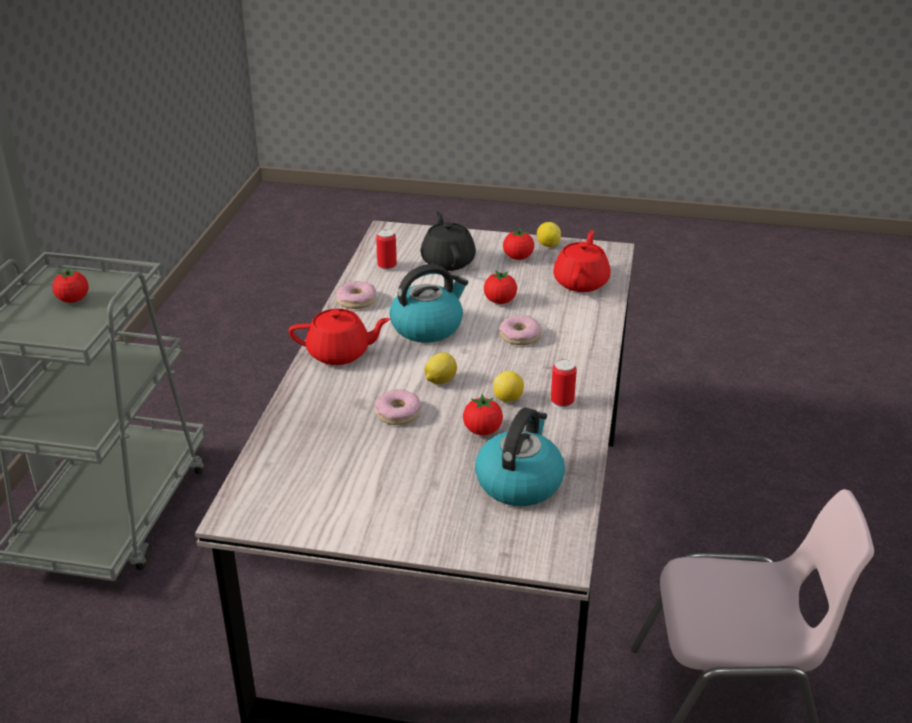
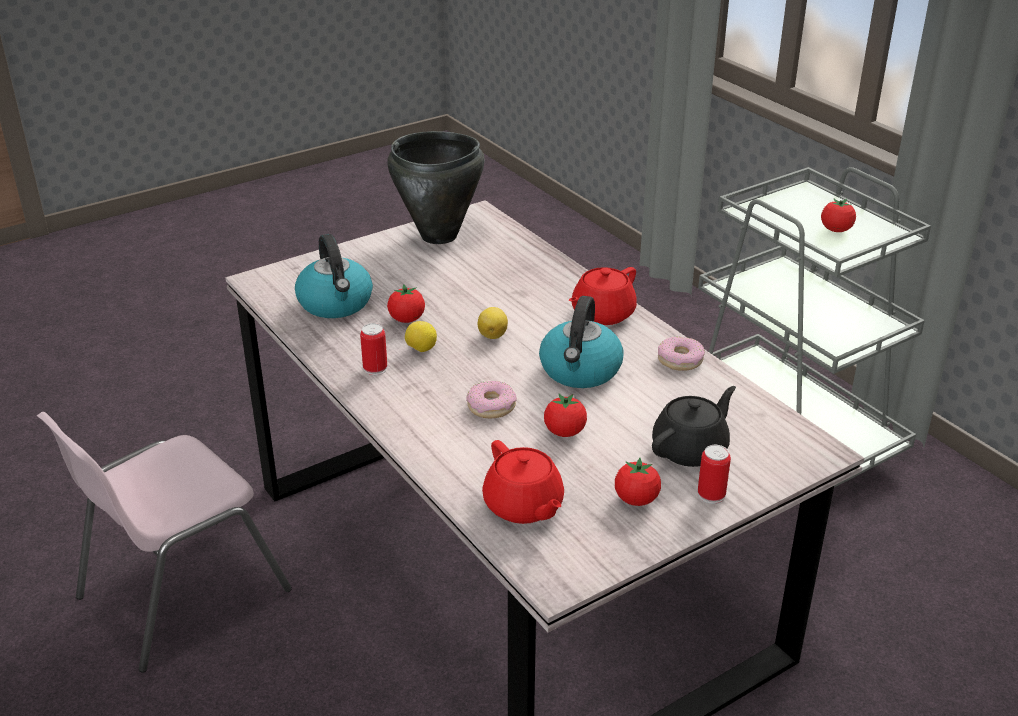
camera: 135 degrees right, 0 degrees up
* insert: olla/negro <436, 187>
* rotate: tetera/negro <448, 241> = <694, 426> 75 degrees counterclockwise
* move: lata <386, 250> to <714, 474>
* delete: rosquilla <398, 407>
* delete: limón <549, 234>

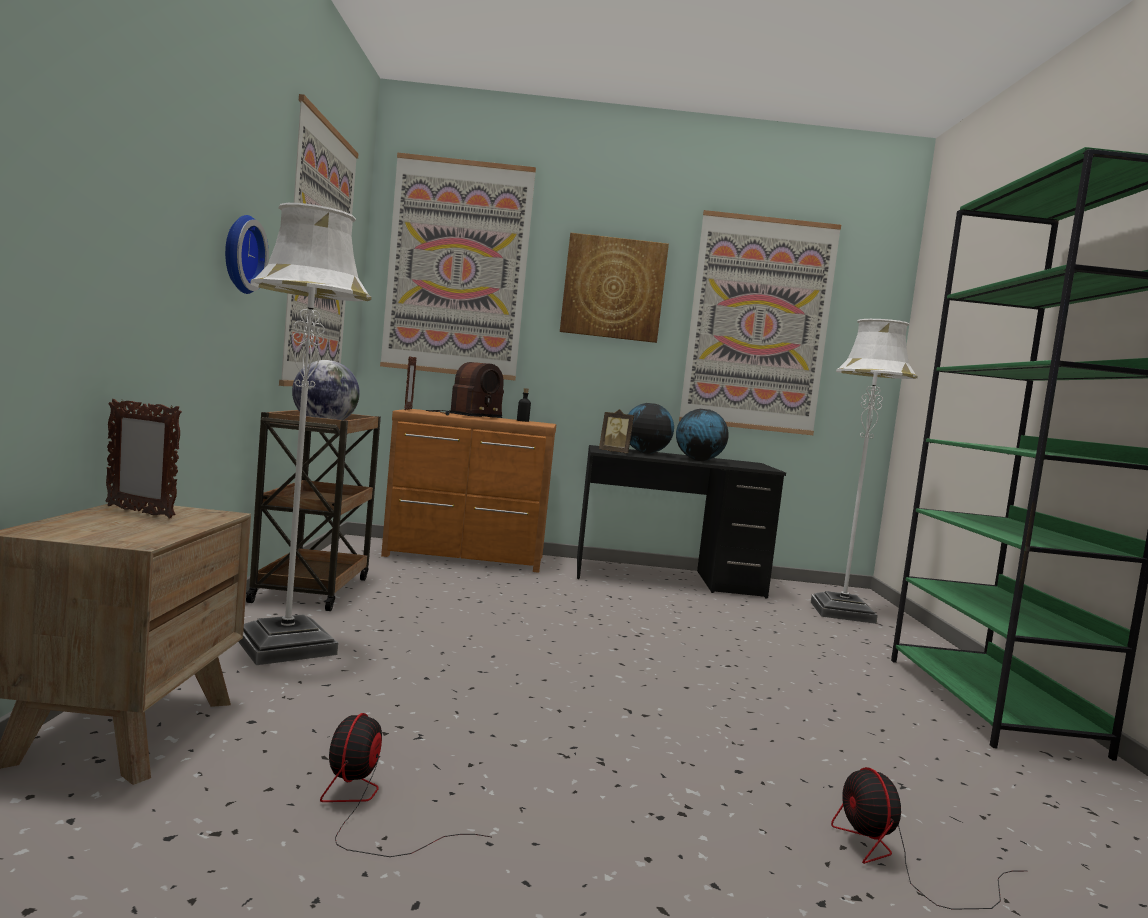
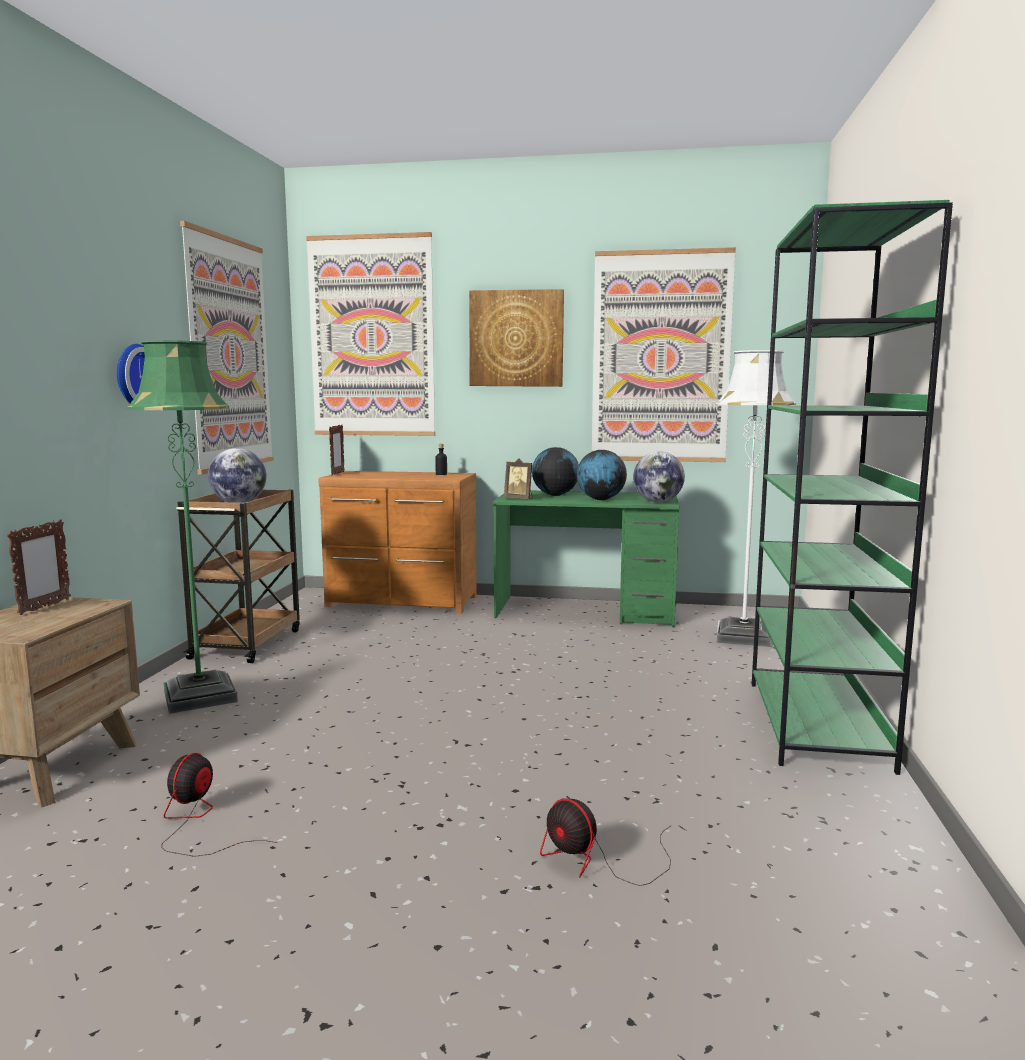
camera: 10 degrees right, 5 degrees up
* rotate: portarretratos <144, 459> = <39, 567> 105 degrees counterclockwise
* recolor: lámpara de pie/blanco <304, 434> to lámpara de pie/verde <182, 527>
* recolor: escritorio/negro <681, 522> to escritorio/verde <585, 559>
* rotate: ventilador <921, 838> = <605, 842> 45 degrees counterclockwise
* insert: globo terráqueo <659, 476>
* delete: radio <465, 390>

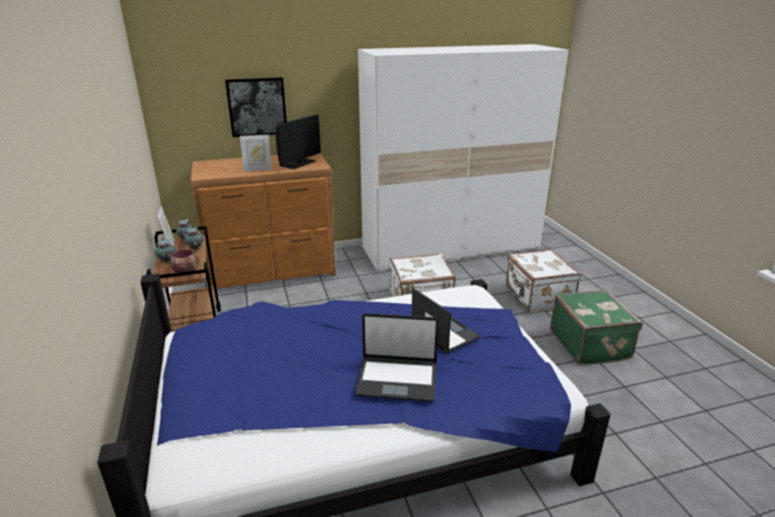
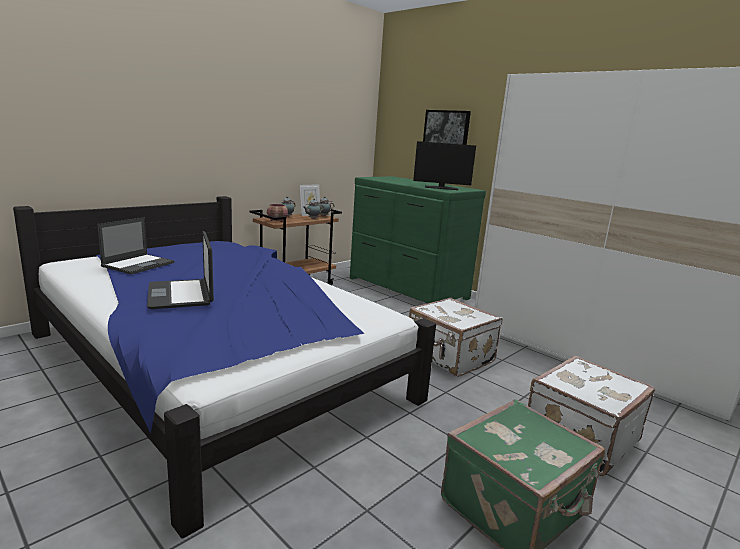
camera: 60 degrees right, 10 degrees down
* move: portátil <446, 321> to <136, 245>
* recolor: cómoda/marrón <263, 221> to cómoda/verde <418, 239>
* delete: portarretratos <256, 152>

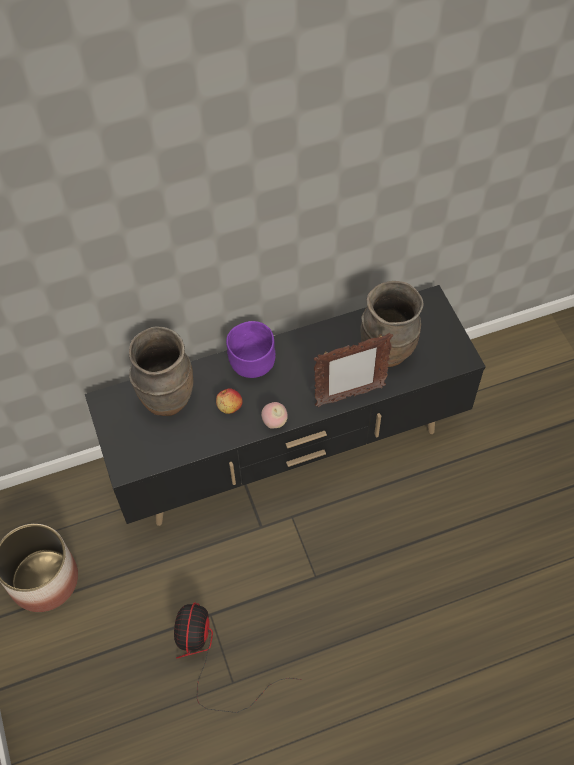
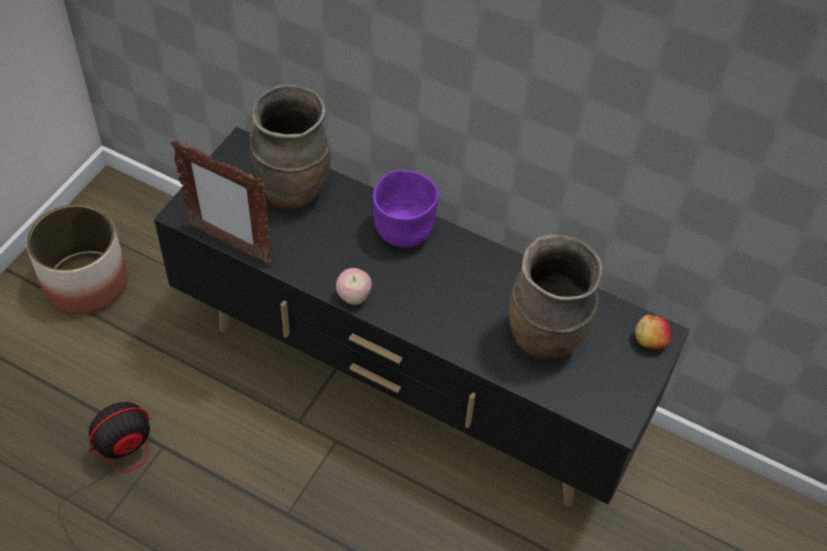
camera: 45 degrees right, 5 degrees down
* move: portarretratos <353, 370> to <222, 201>
* move: manzana <229, 401> to <653, 332>

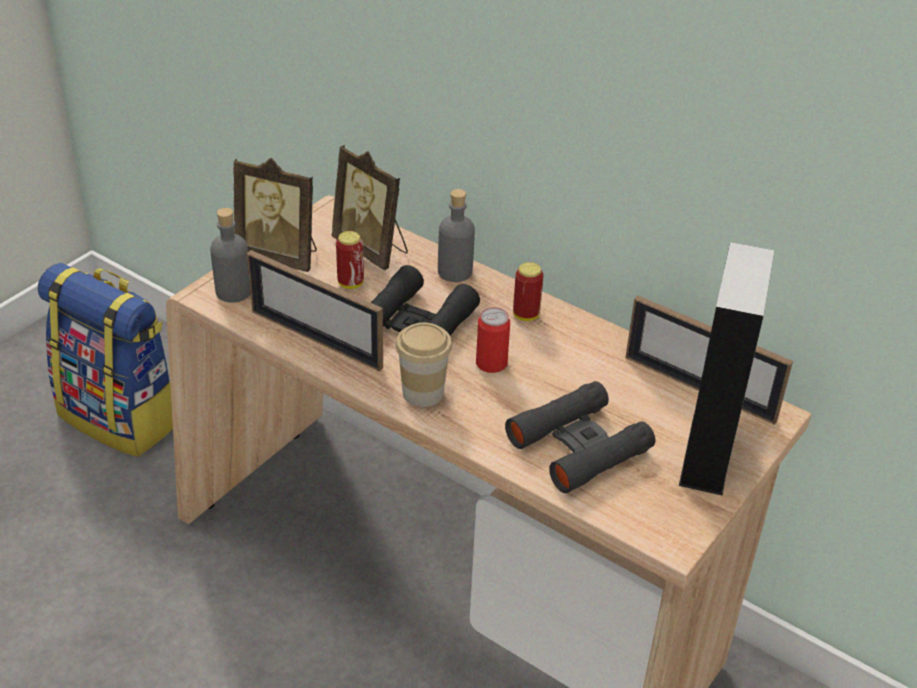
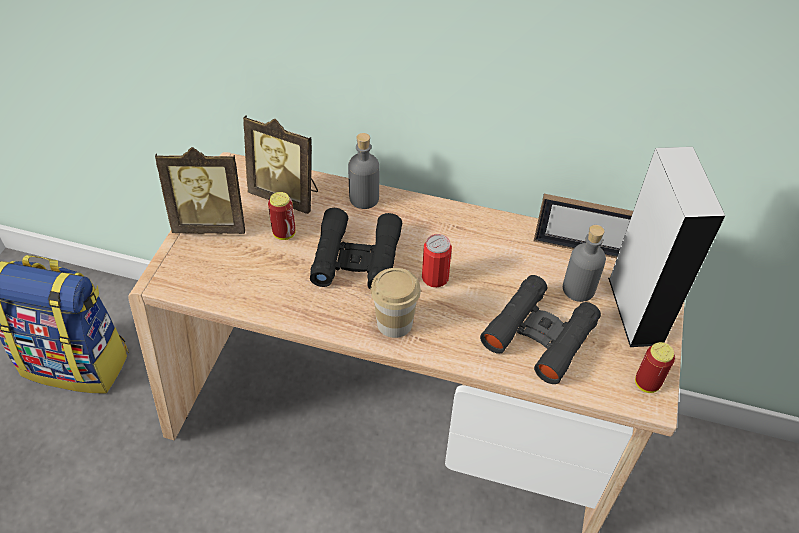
camera: 20 degrees left, 10 degrees up
* move: botella/gris <230, 255> to <584, 263>
* move: lata <528, 291> to <655, 367>
* delete: portarretratos <315, 311>

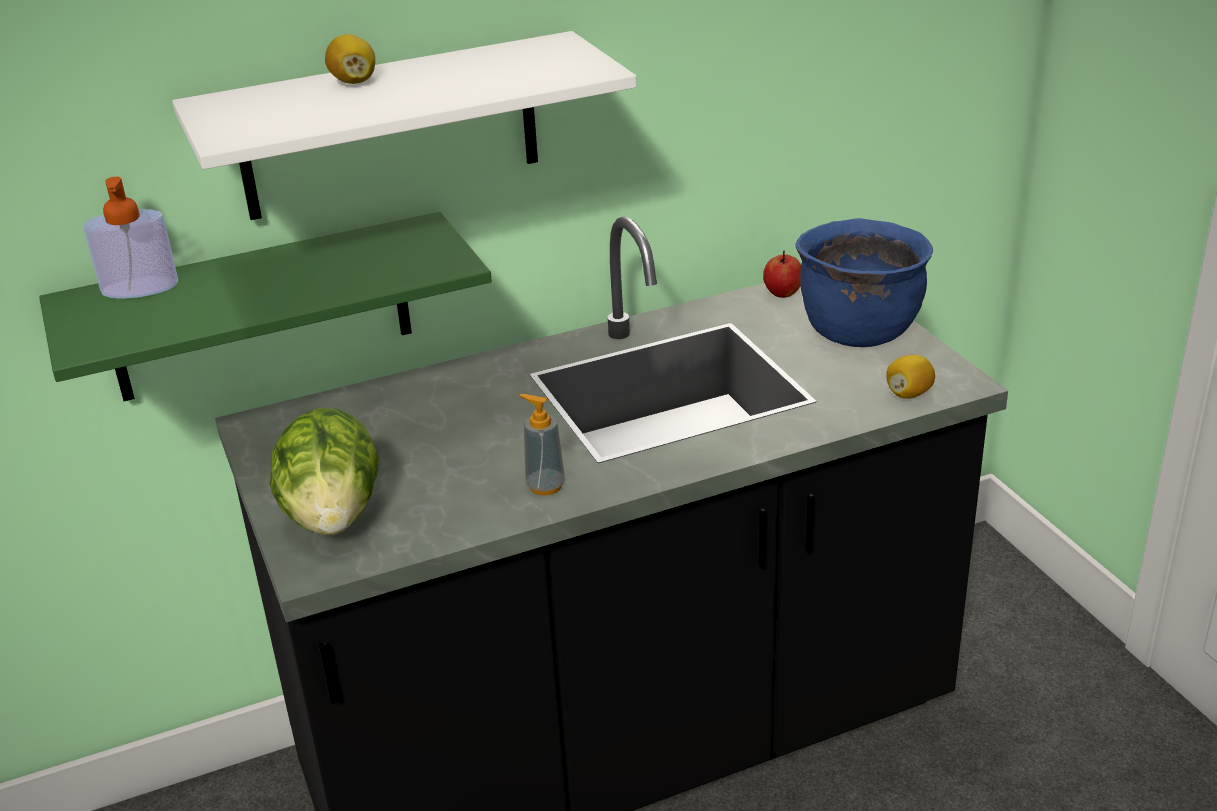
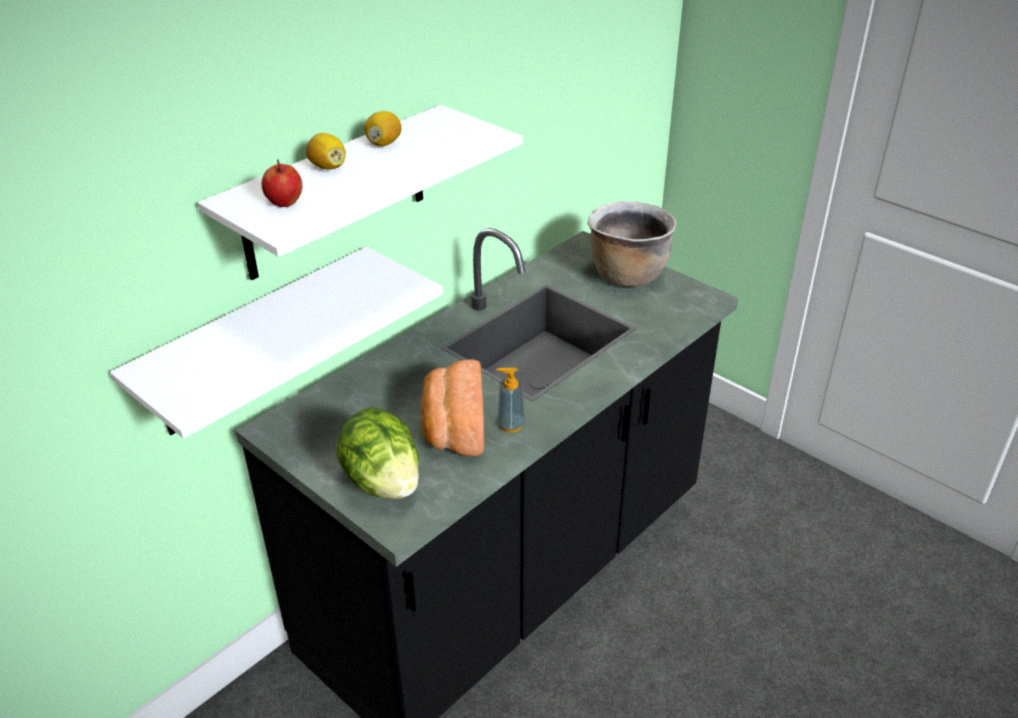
camera: 25 degrees left, 5 degrees up
* recolor: estante/verde <265, 306> to estante/blanco <276, 342>
* move: manzana <782, 274> to <282, 183>
* move: limón <910, 377> to <382, 128>
* insert: pan <452, 407>
* recolor: olla/azul <864, 282> to olla/marrón <631, 244>
* delete: dispensador de jabón <130, 238>

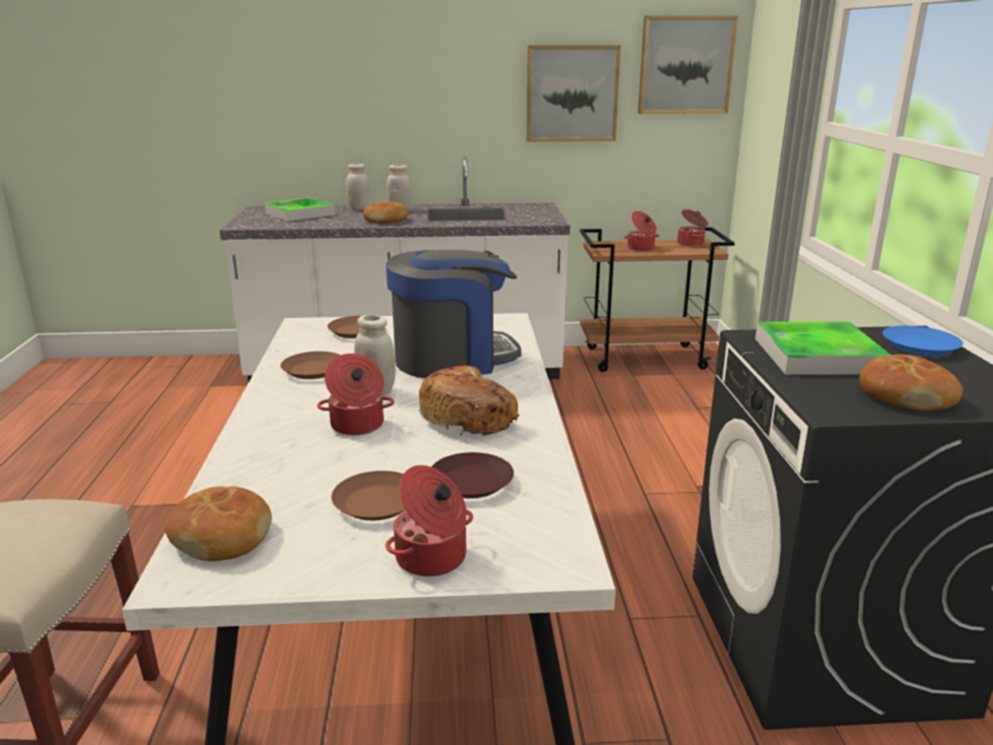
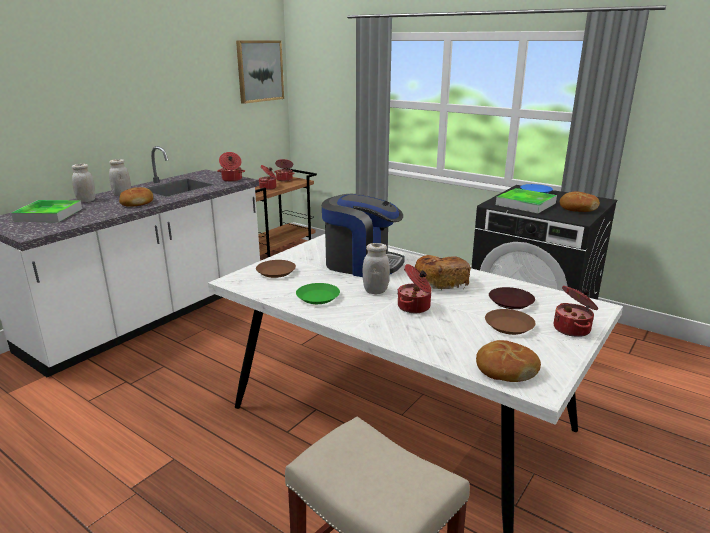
camera: 50 degrees left, 0 degrees up
* insert: olla <231, 167>
* recolor: plato/marrón <310, 365> to plato/verde <318, 293>
* rotate: cafetera <453, 314> = <363, 235> 90 degrees clockwise
* delete: cuadro <574, 93>

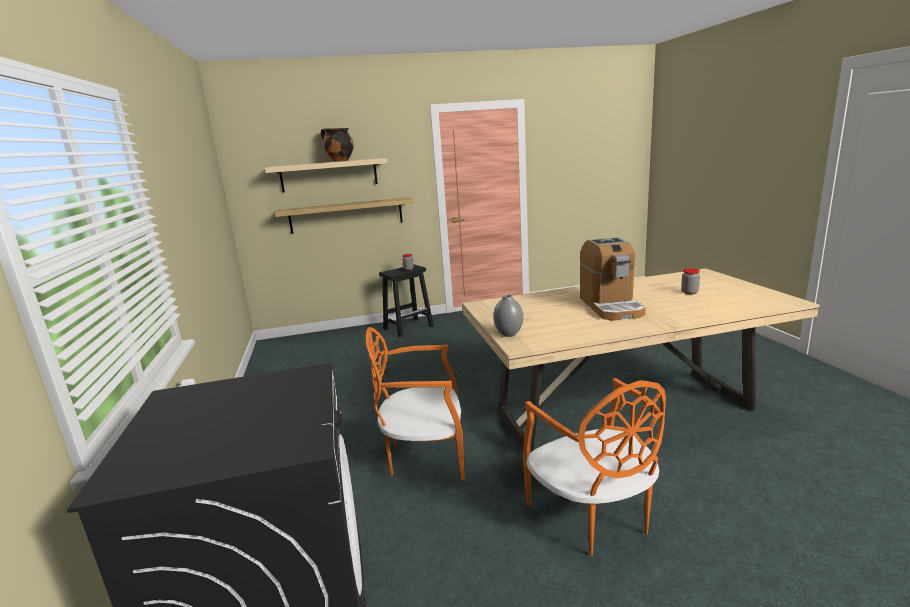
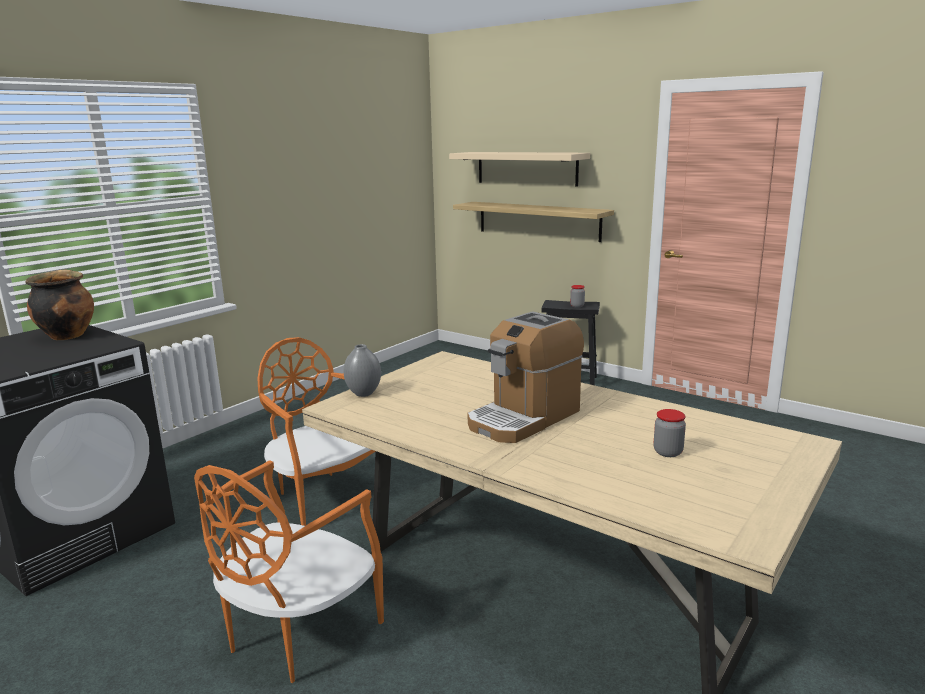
camera: 50 degrees right, 0 degrees up
* move: olla <337, 145> to <60, 304>

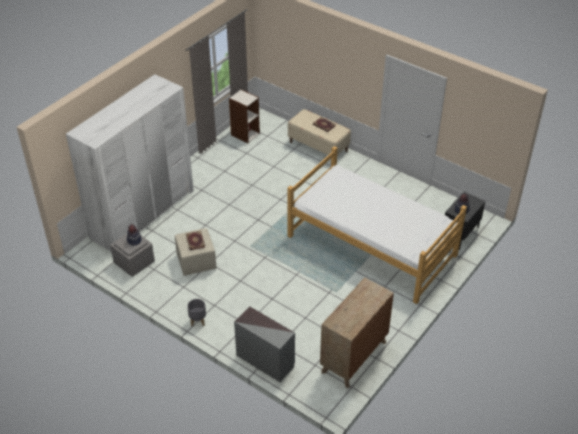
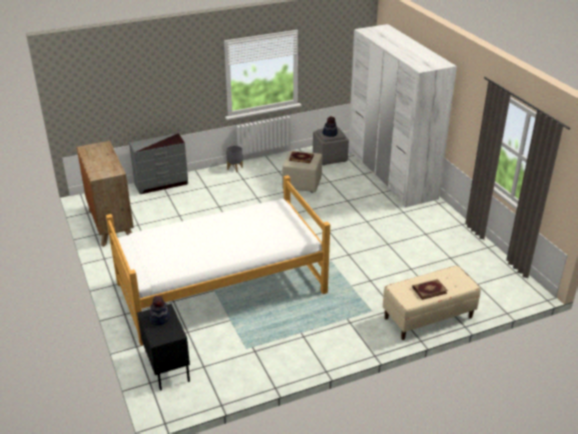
camera: 120 degrees right, 10 degrees down
* delete: estantería <244, 116>

